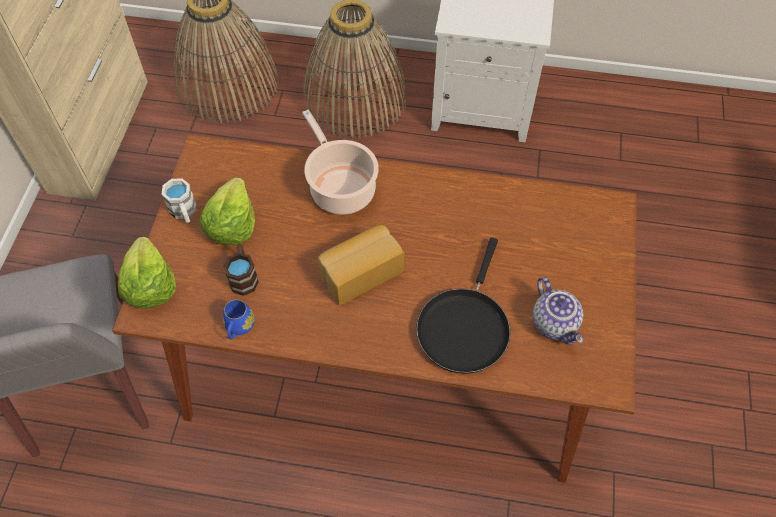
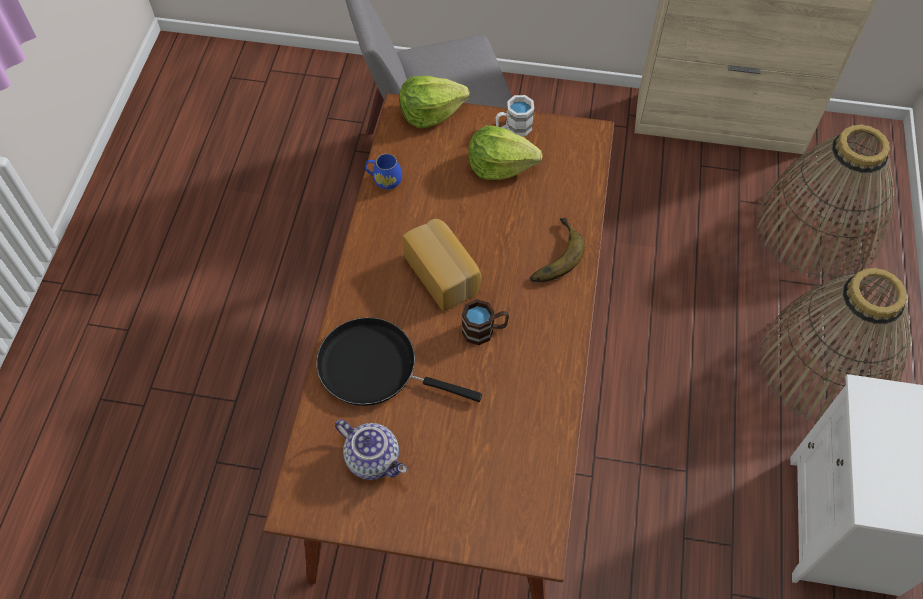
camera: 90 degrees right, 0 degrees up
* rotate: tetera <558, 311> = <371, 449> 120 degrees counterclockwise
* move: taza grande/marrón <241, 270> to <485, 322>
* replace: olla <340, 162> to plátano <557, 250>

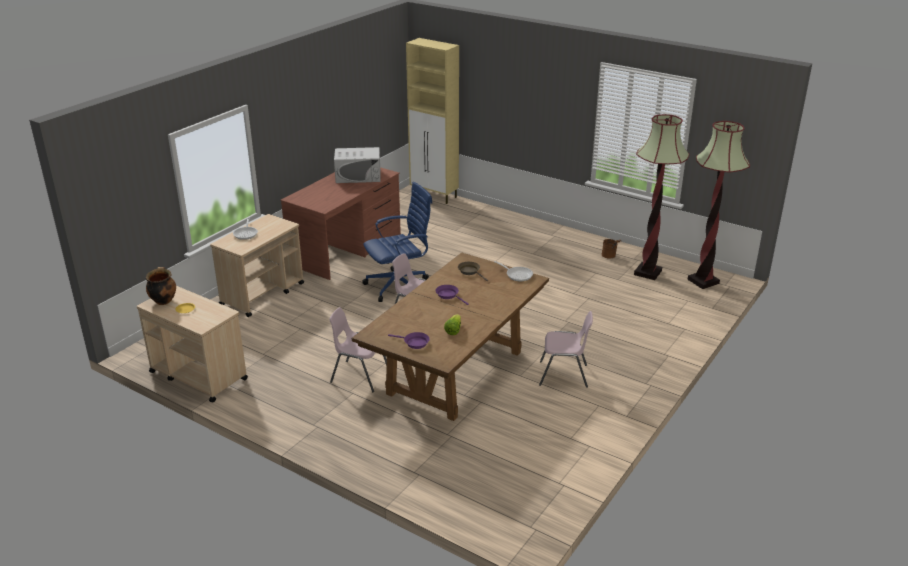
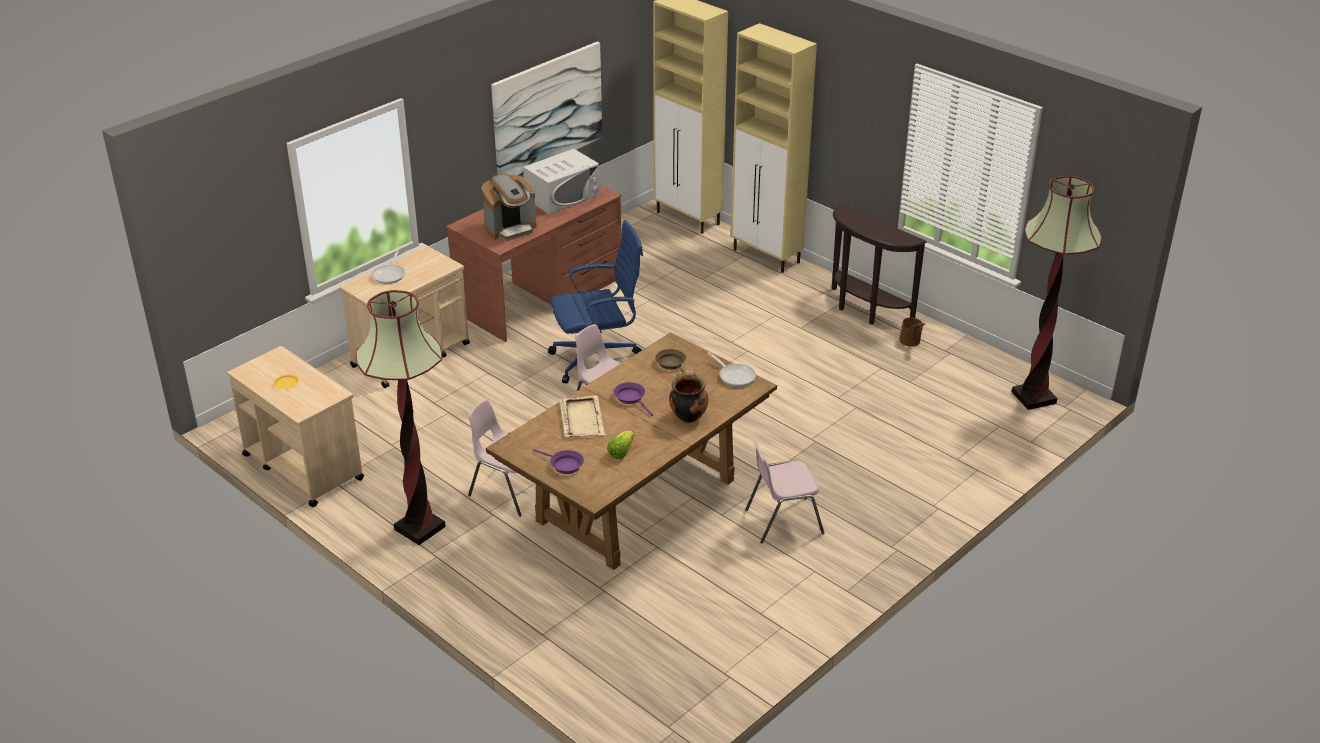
camera: 10 degrees right, 5 degrees up
* move: lámpara de pie <661, 197> to <401, 417>
* insert: cafetera <509, 207>
* insert: cuadro <546, 109>
* rotate: microondas/blanco <357, 165> = <561, 181> 45 degrees counterclockwise
* insert: bandeja/beis <582, 416>
* move: olla <161, 286> to <688, 396>
* insert: armario/beis <774, 148>
* rotate: silla/rosa <566, 349> = <784, 492> 150 degrees clockwise
* insert: mesa consola/marrón <879, 264>

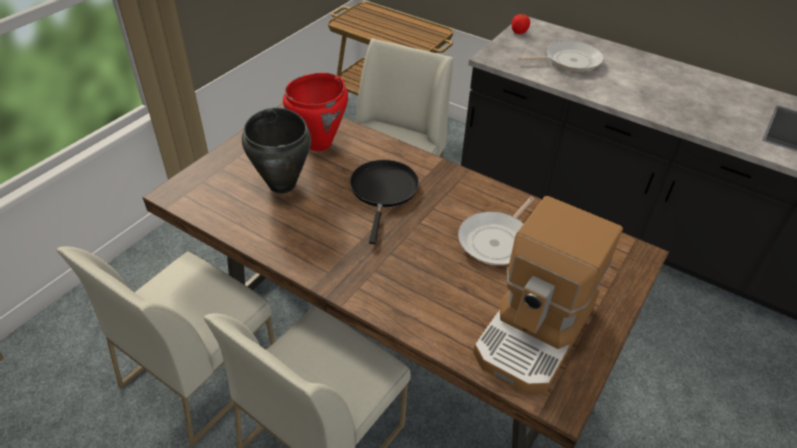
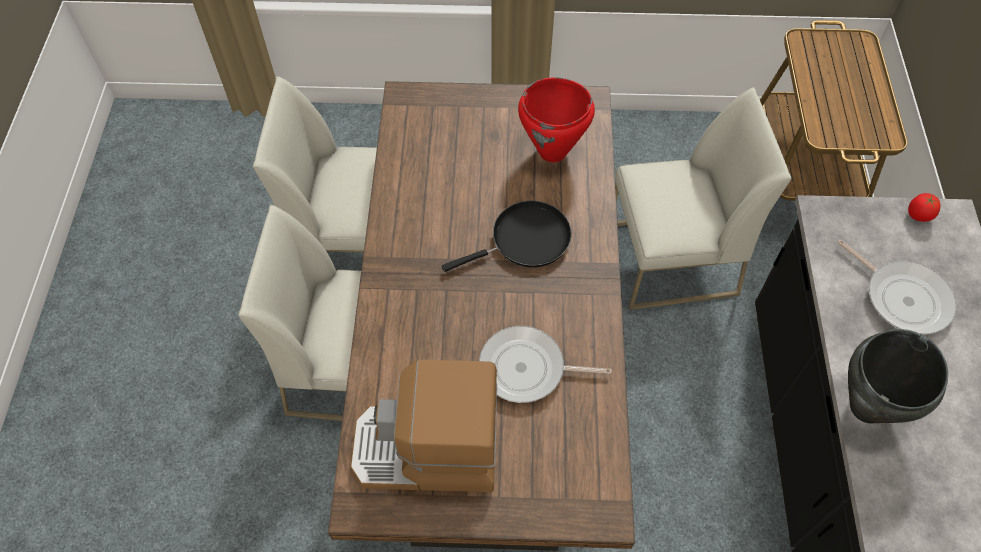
camera: 60 degrees right, 15 degrees up
* move: olla/negro <276, 150> to <898, 376>

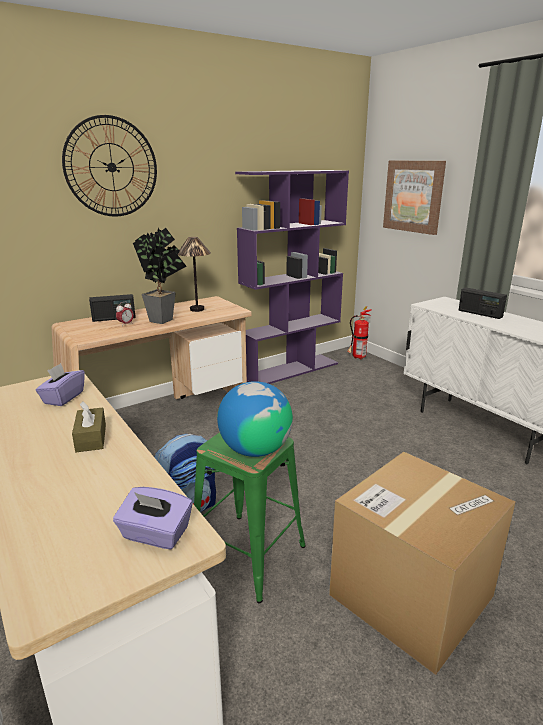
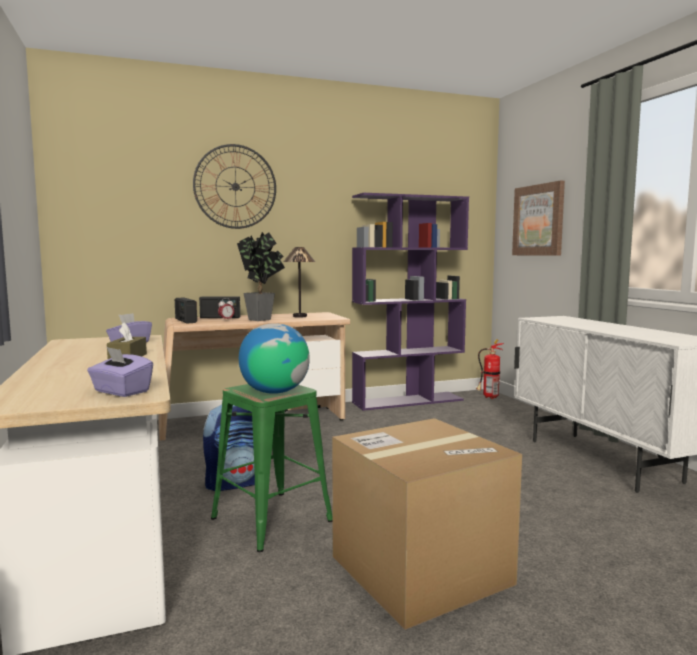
camera: 15 degrees right, 15 degrees down
* move: radio <482, 303> to <186, 310>

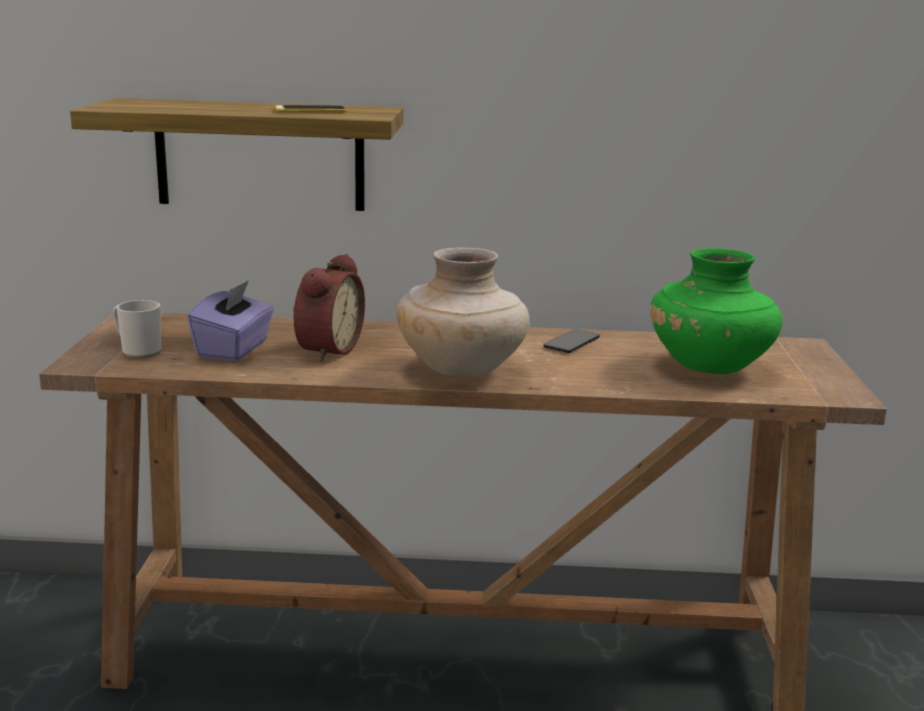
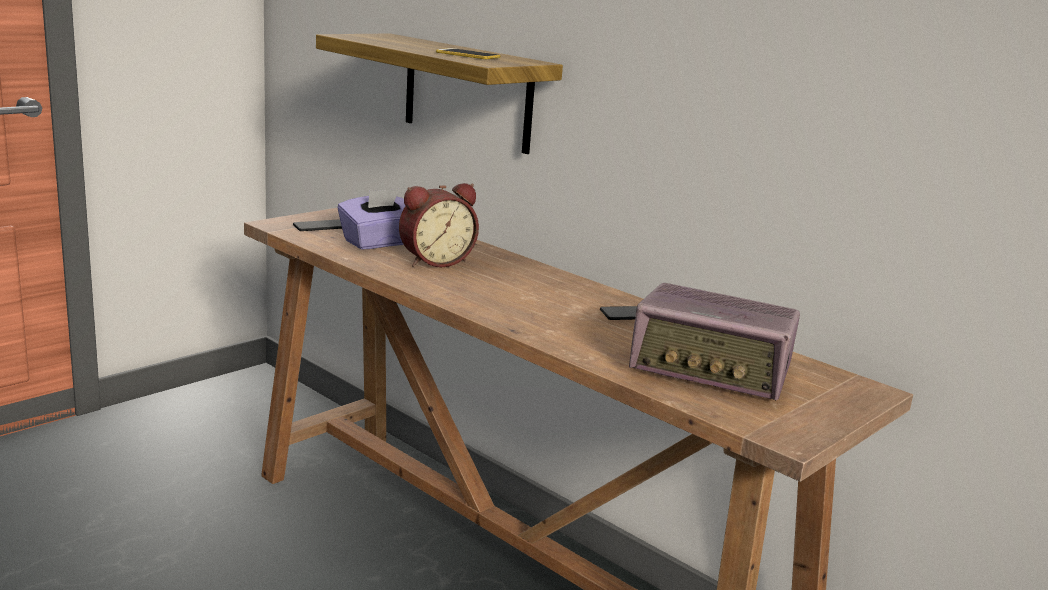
camera: 40 degrees right, 0 degrees up
* replace: taza grande <137, 329> to móvil <317, 225>
* replace: florero/verde <716, 311> to radio <714, 341>
* delete: florero/beis <463, 312>

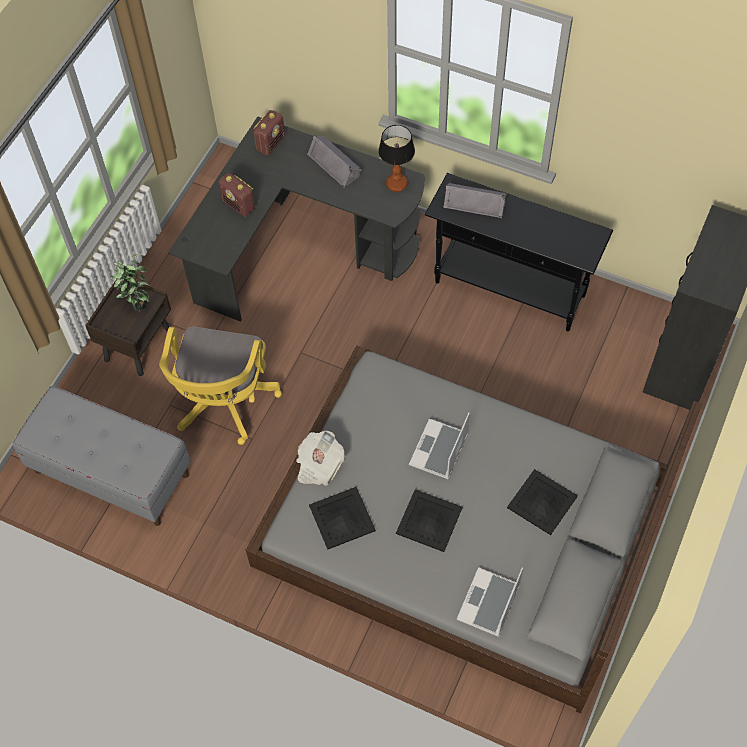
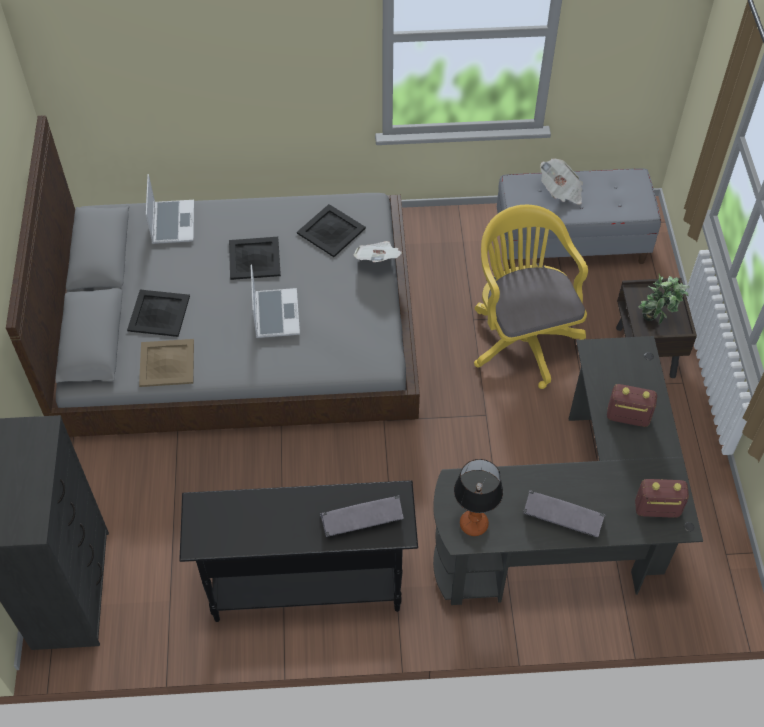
camera: 150 degrees right, 5 degrees down
* insert: bandeja/beis <166, 363>
* insert: periódico <561, 181>
* rotate: radio <269, 132> = <662, 498> 90 degrees clockwise

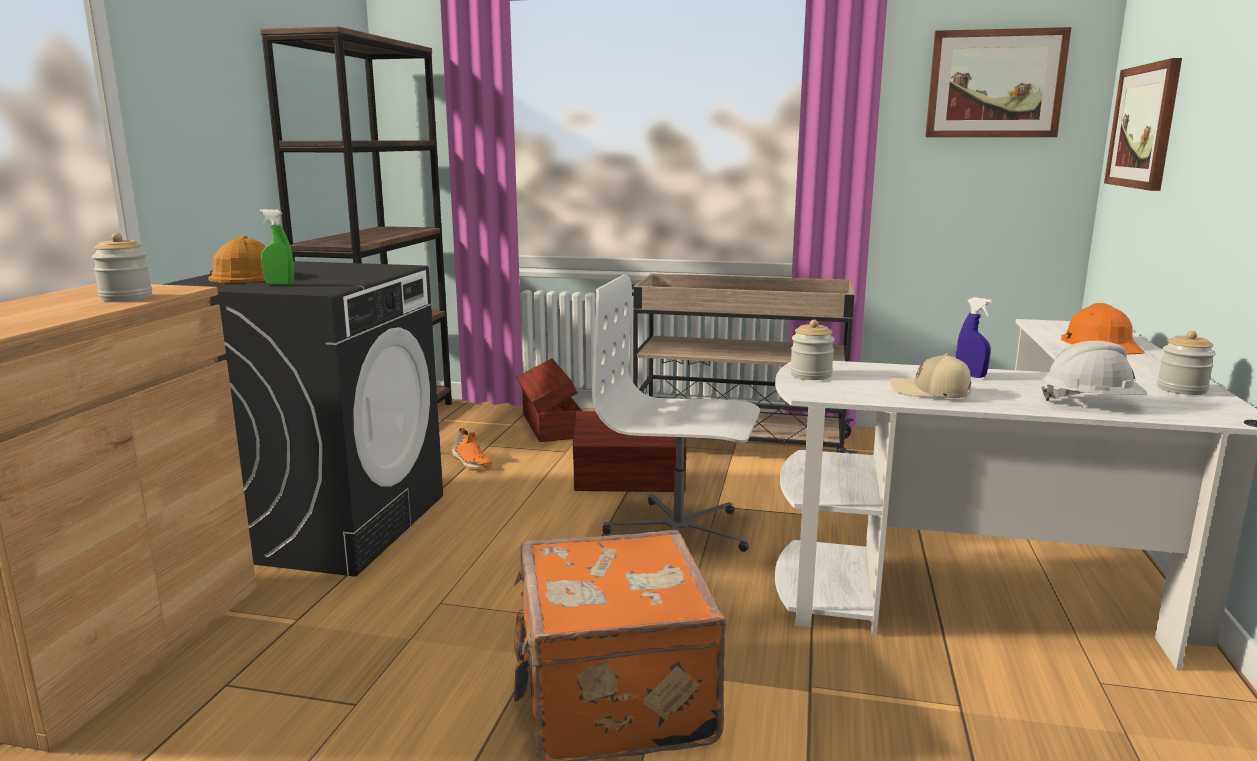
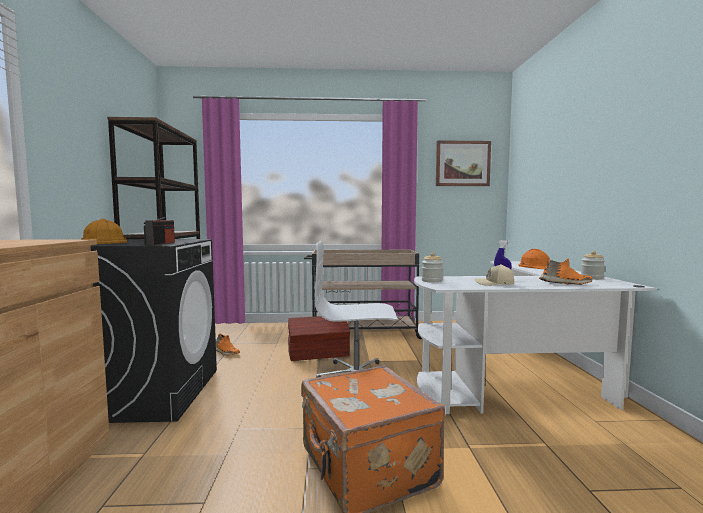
camera: 15 degrees left, 10 degrees down
* insert: radio <159, 231>
* replace: casco/blanco <1094, 371> to zapato/naranja <565, 272>
* delete: tarro <122, 267>
* delete: pulverizador/verde <276, 247>
* delete: caja de almacenaje/marrón <549, 400>
* delete: cuadro <1143, 124>

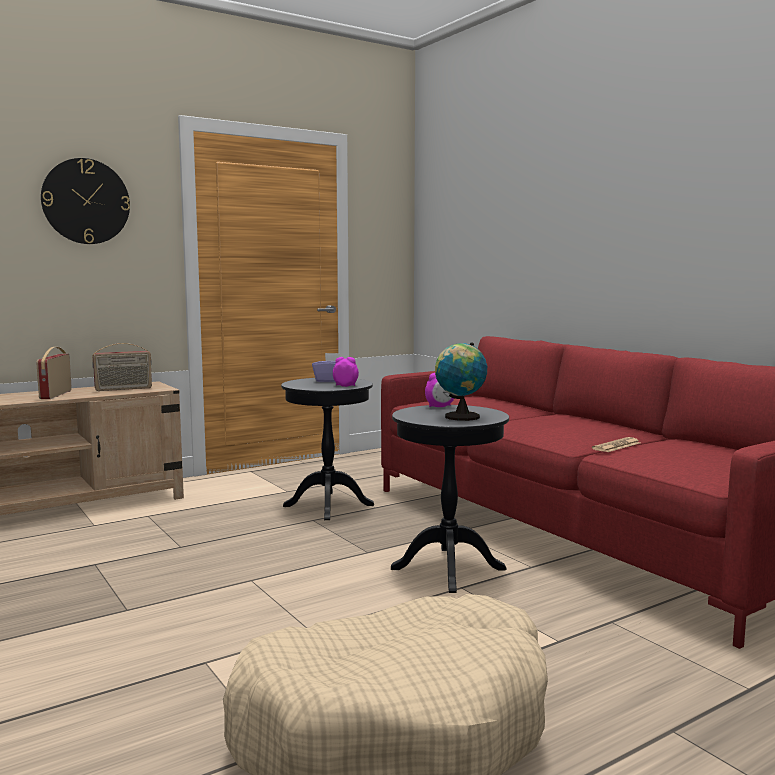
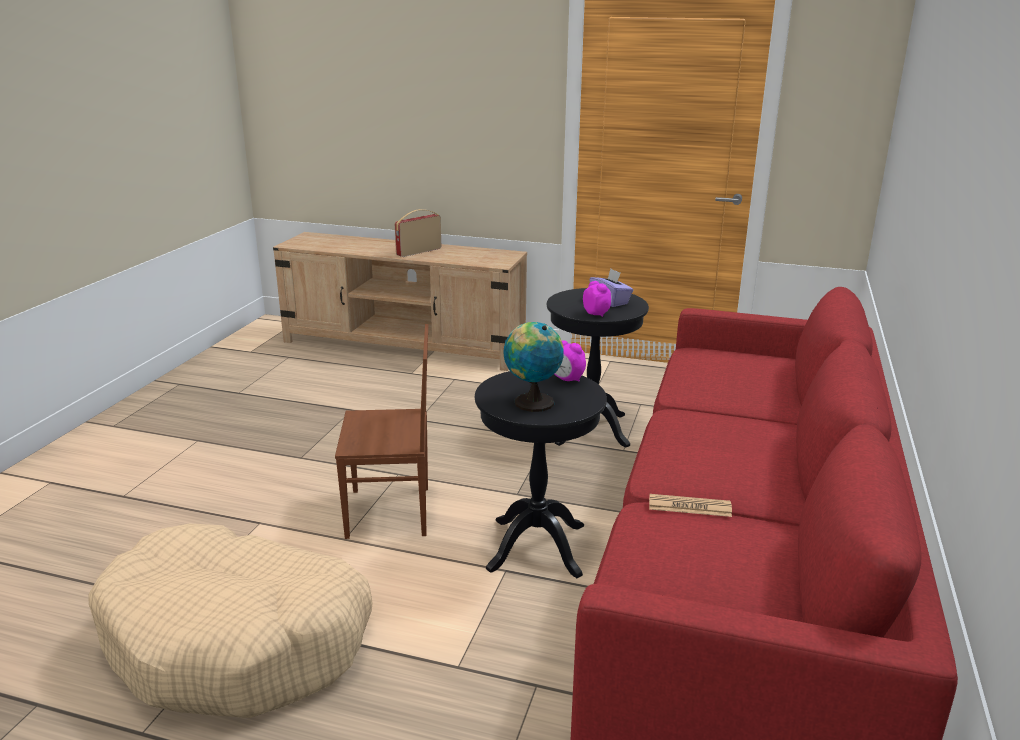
camera: 50 degrees right, 15 degrees up
* insert: silla/marrón <382, 431>
* delete: reloj de pared <85, 201>
* delete: radio <122, 367>

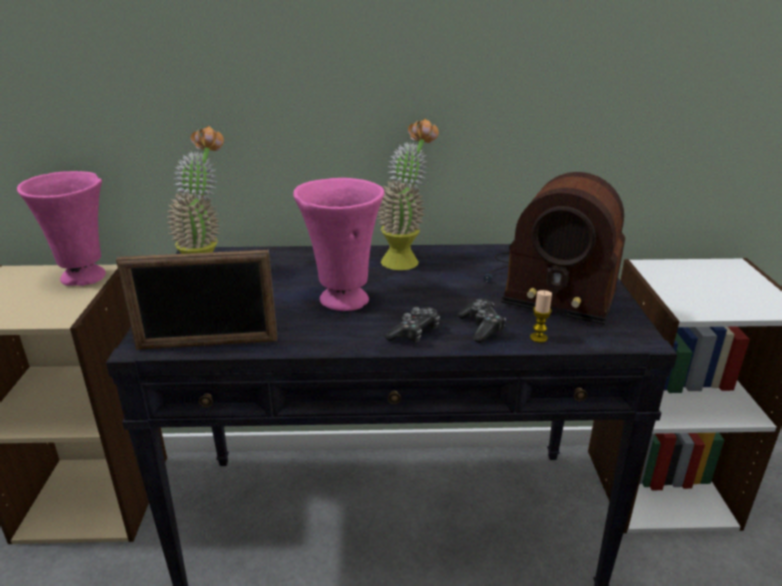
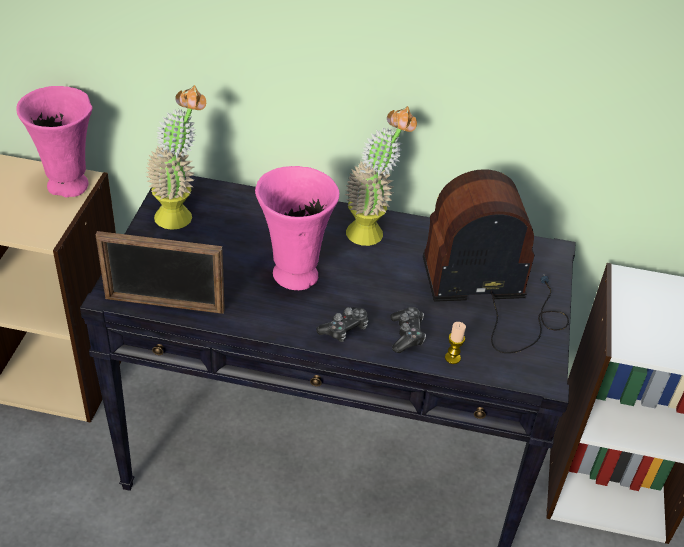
camera: 10 degrees right, 15 degrees up
* rotate: radio <554, 248> = <496, 261> 135 degrees clockwise

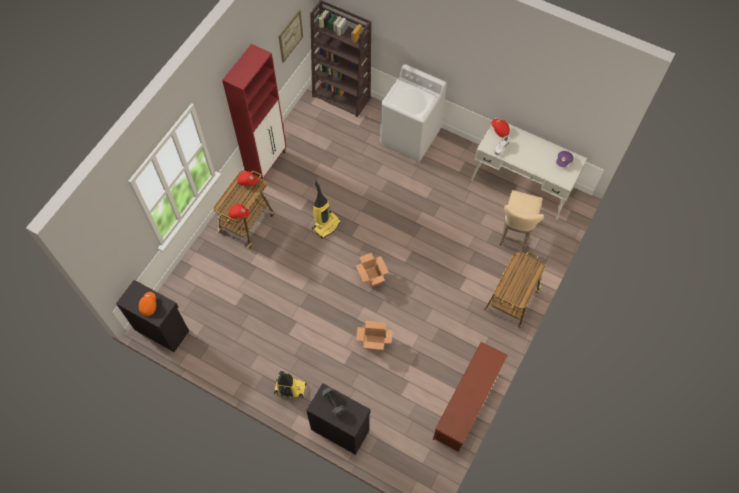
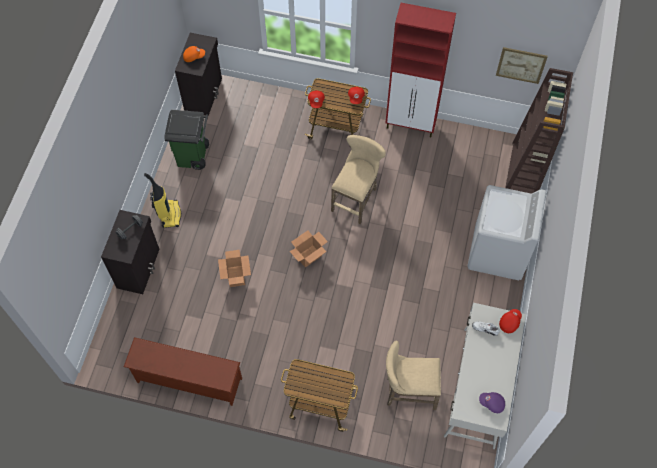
camera: 75 degrees right, 0 degrees up
* insert: papelera/verde <186, 140>
* replace: aspiradora <326, 209> to taburete/beis <358, 179>

